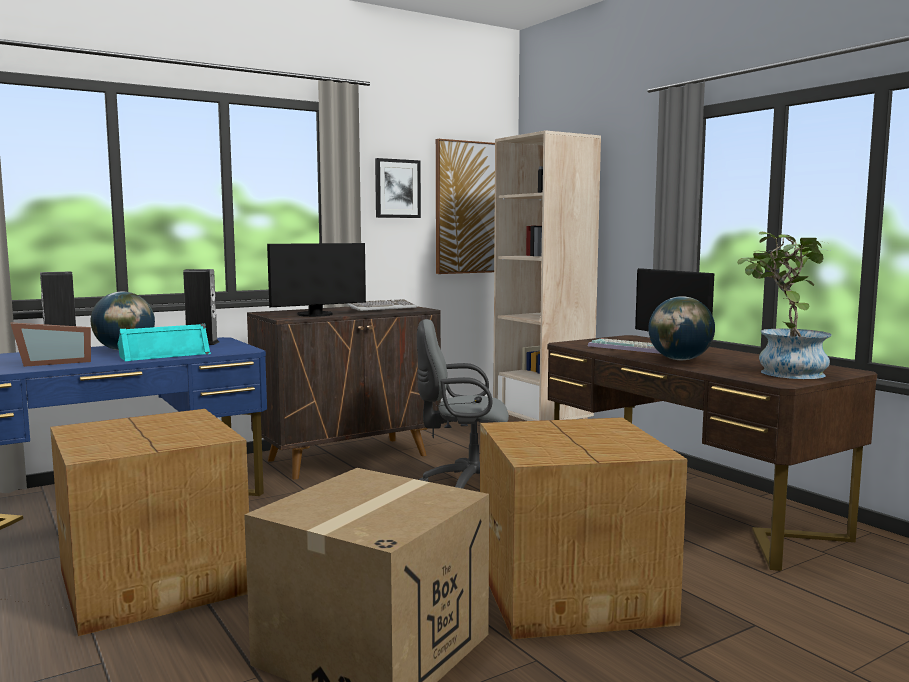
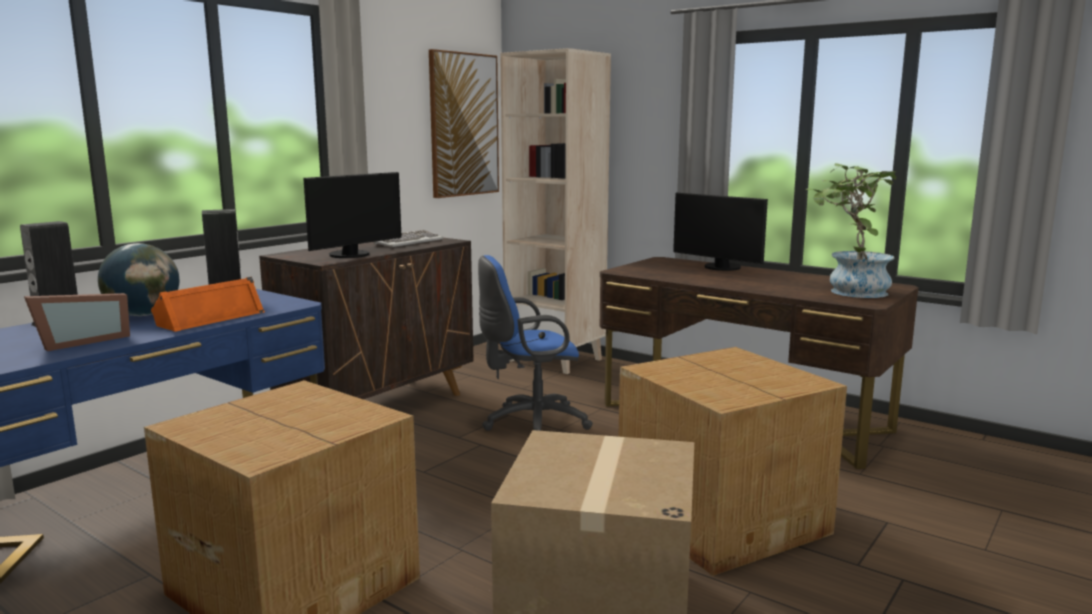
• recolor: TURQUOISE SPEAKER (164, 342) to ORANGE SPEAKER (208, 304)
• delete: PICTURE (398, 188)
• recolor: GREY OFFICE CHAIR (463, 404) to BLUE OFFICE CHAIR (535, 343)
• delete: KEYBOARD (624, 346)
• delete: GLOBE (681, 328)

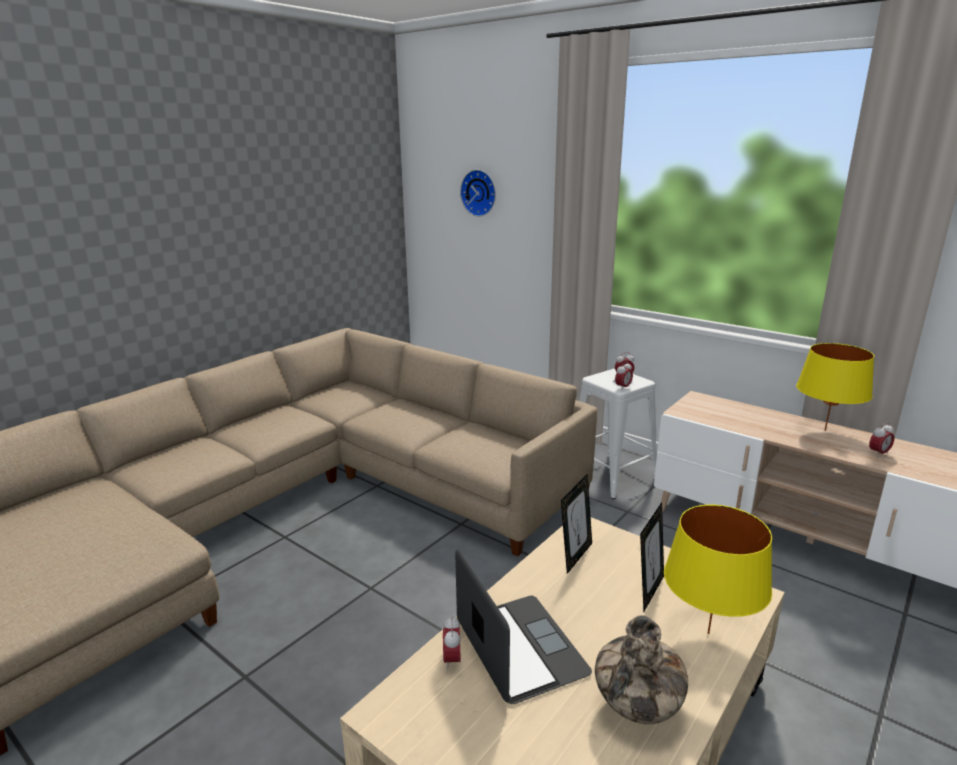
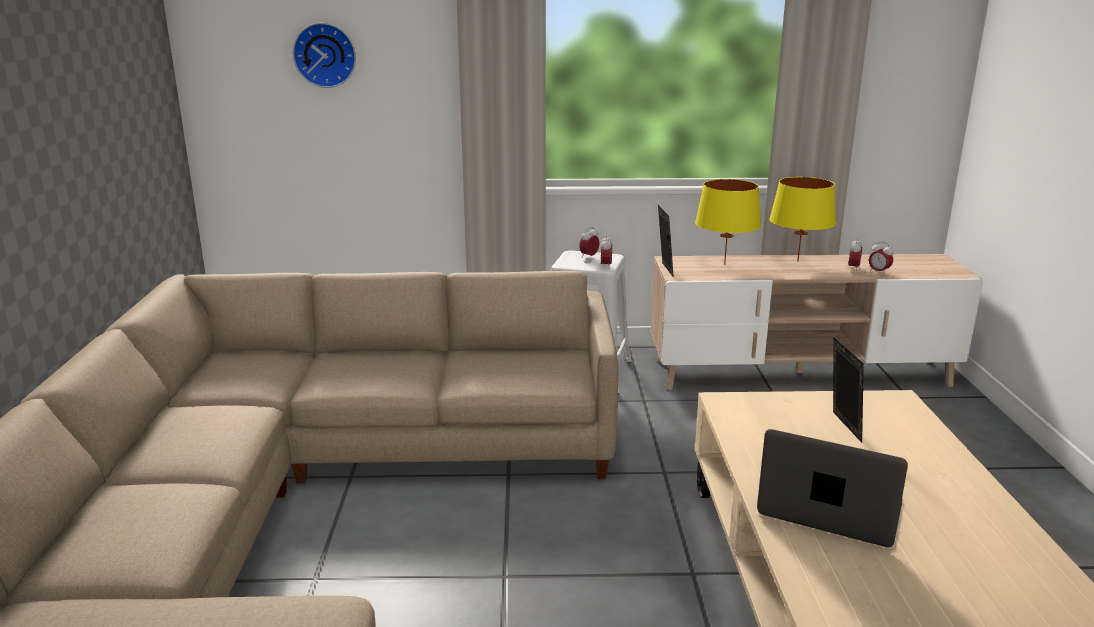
• move: ALARM CLOCK (452, 643) to (881, 258)
• move: PICTURE FRAME (576, 524) to (666, 241)
• delete: VASE (641, 670)
• move: YELLOW TABLE LAMP (718, 569) to (728, 222)

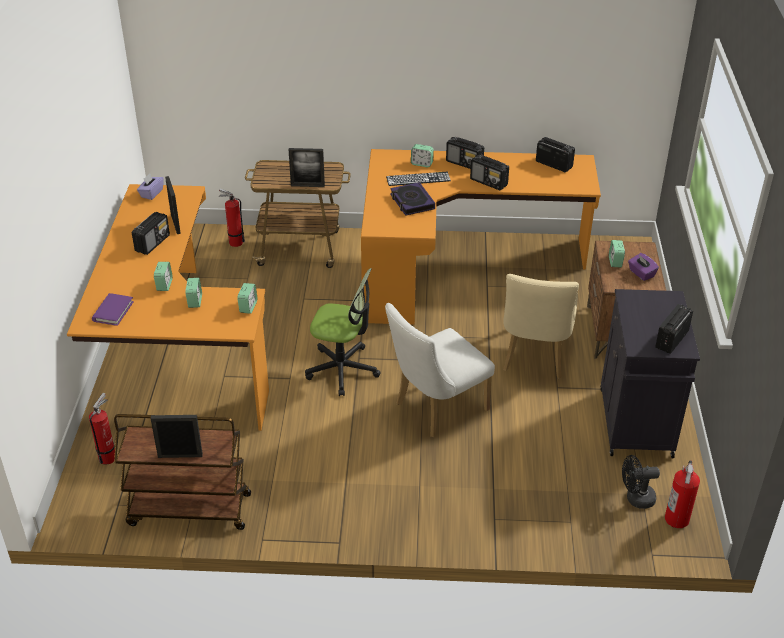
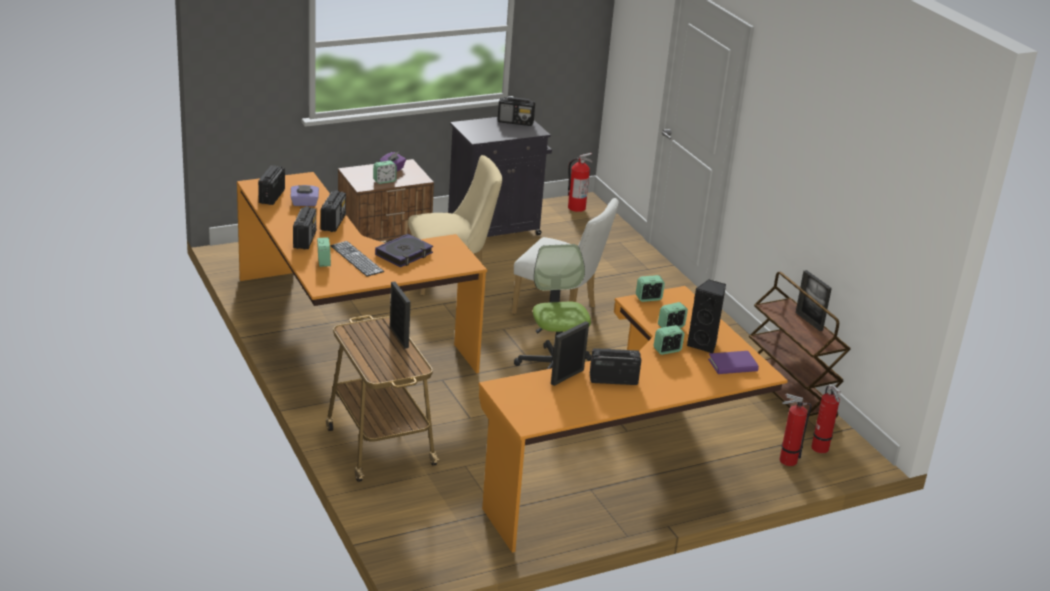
• move: PURPLE TISSUE BOX (150, 187) to (305, 195)
• move: FIRE EXTINGUISHER (232, 217) to (826, 419)
• delete: BLACK FAN (641, 482)
• insert: BLACK SPEAKER (706, 316)

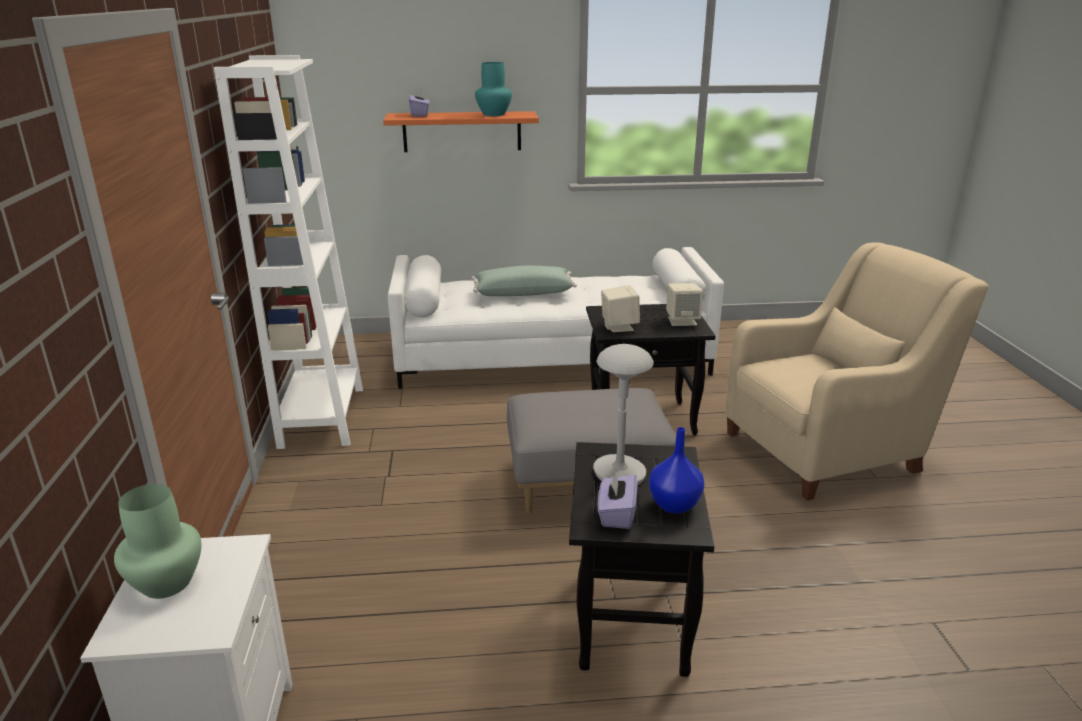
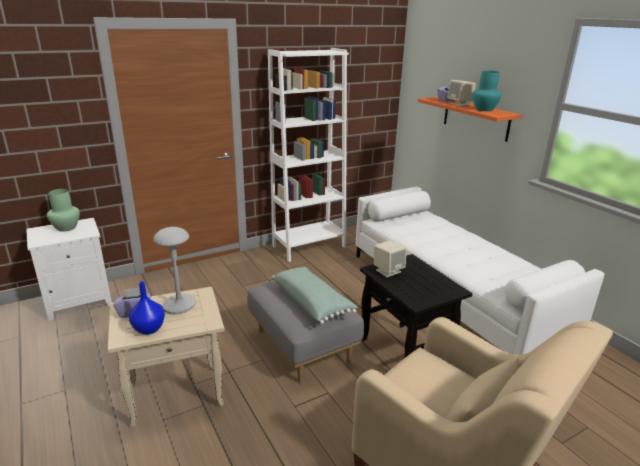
• move: GREEN PILLOW (524, 281) to (315, 295)
• recolor: BLACK SIDE TABLE (641, 559) to BEIGE SIDE TABLE (166, 357)
• move: BEIGE SPEAKER (684, 304) to (461, 93)

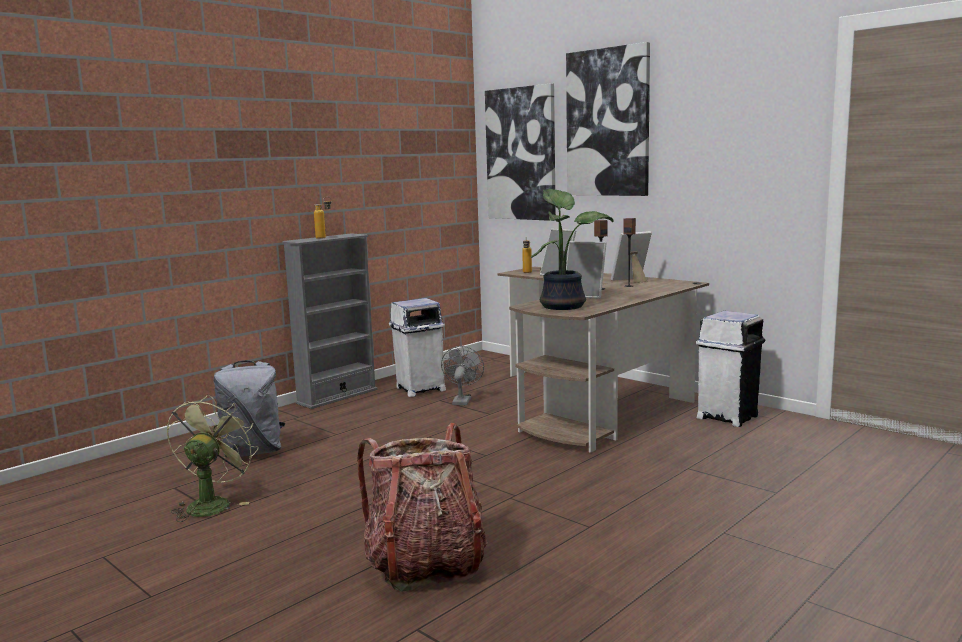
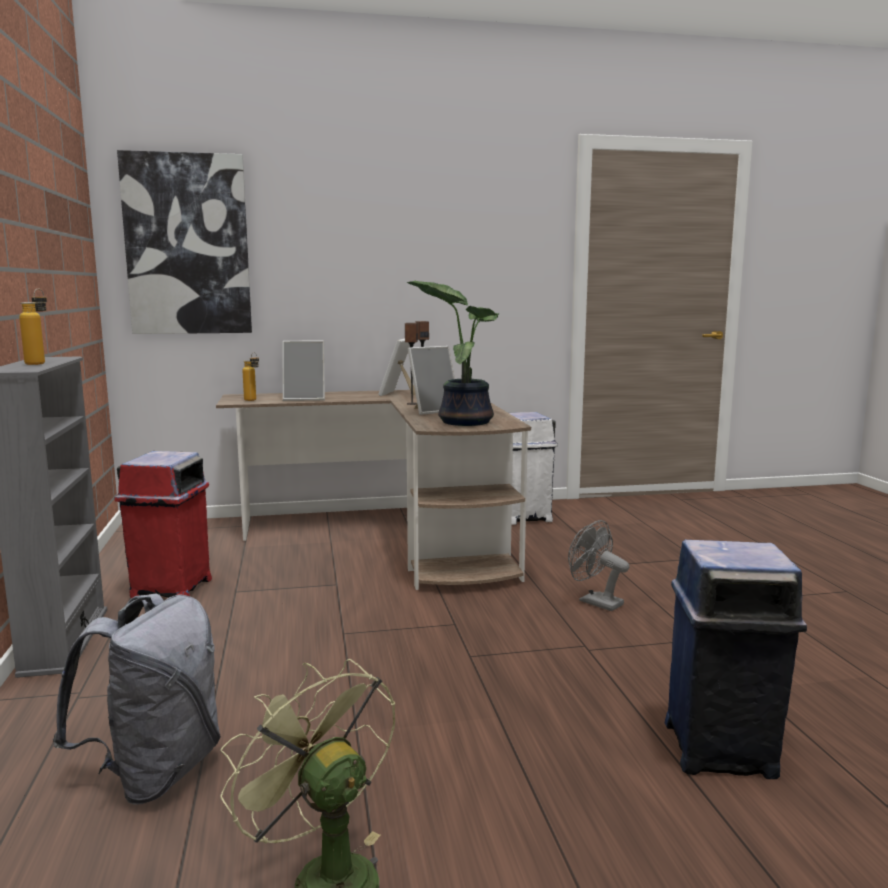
• replace: BACKPACK (422, 507) to BLUE TRASH CAN (736, 659)
• recolor: WHITE TRASH CAN (417, 347) to RED TRASH CAN (163, 524)
• move: GREY FAN (462, 375) to (598, 565)
• delete: PICTURE (608, 119)

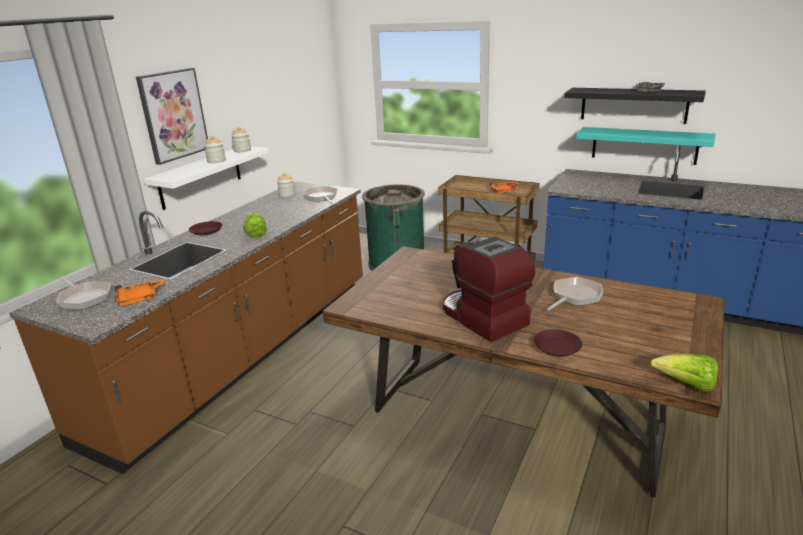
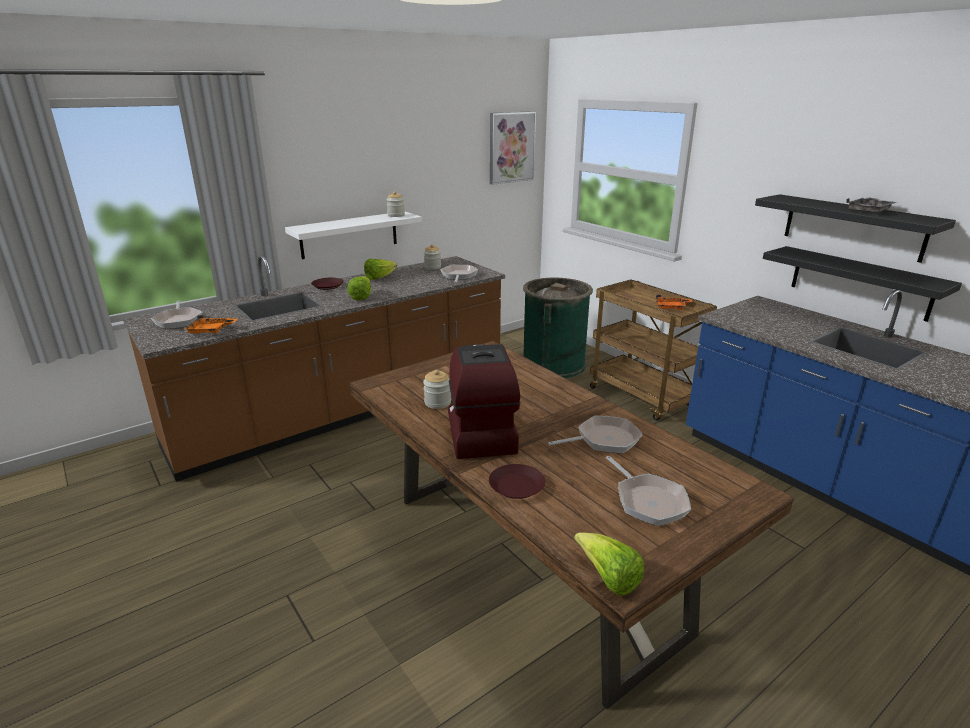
• move: PICTURE (172, 116) to (513, 148)
• move: JAR (215, 149) to (437, 389)
• recolor: TURQUOISE SHELF (645, 146) to BLACK SHELF (862, 284)
• insert: LETTUCE (380, 269)
• insert: FRYING PAN (648, 491)

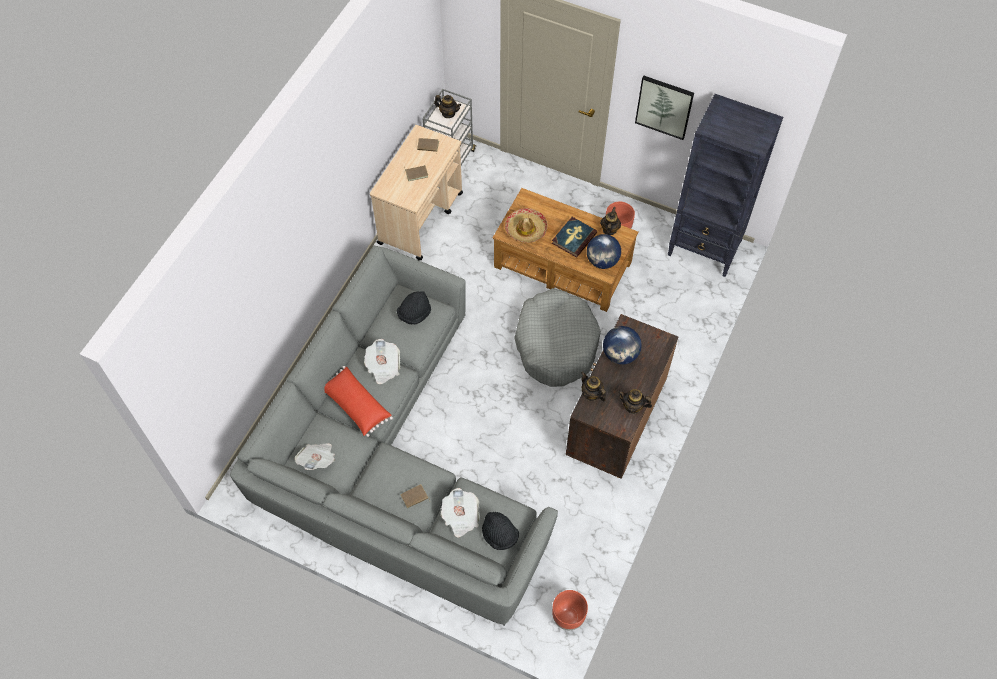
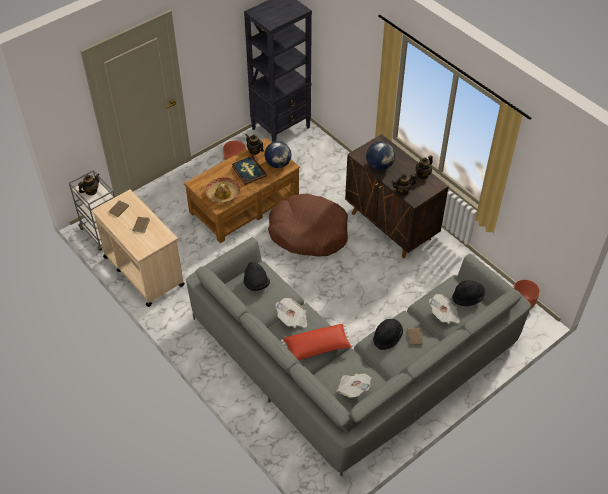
• recolor: GREY DOG BED (557, 337) to BROWN DOG BED (308, 225)
• delete: PICTURE (664, 108)
• insert: BLACK HAT (388, 334)

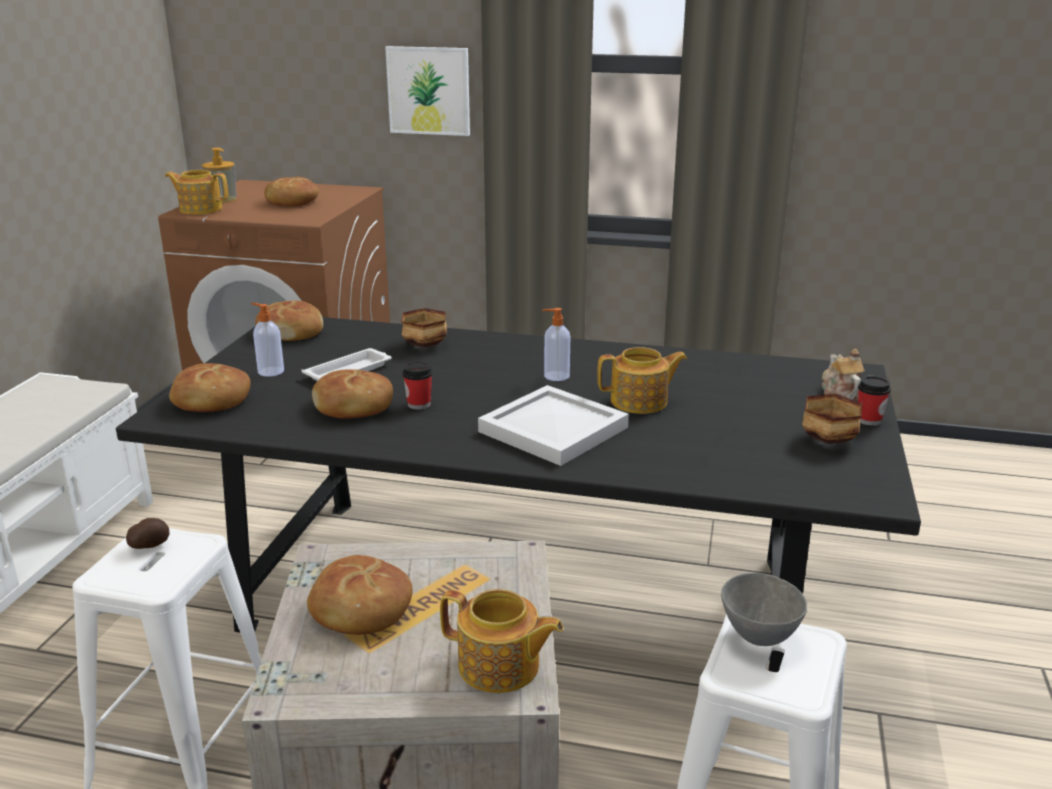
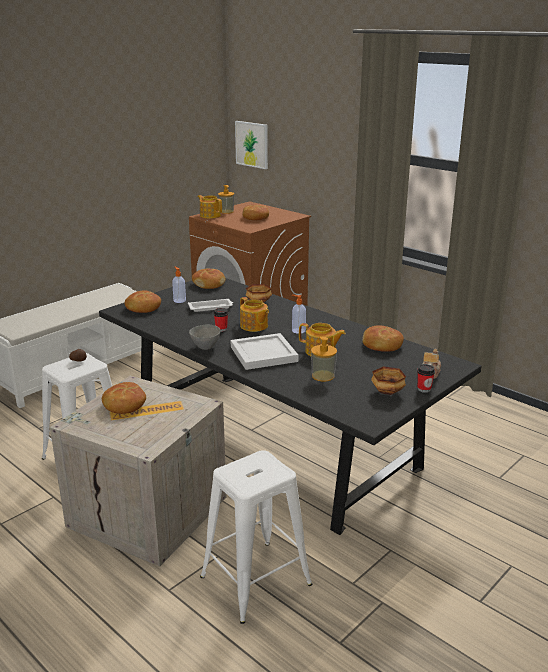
• move: BREAD (352, 394) to (383, 338)
• move: PICTURE (427, 91) to (251, 145)
• move: TEAPOT (501, 641) to (254, 314)
• move: GREY BOWL (764, 609) to (205, 337)
• insert: SOAP DISPENSER (324, 359)

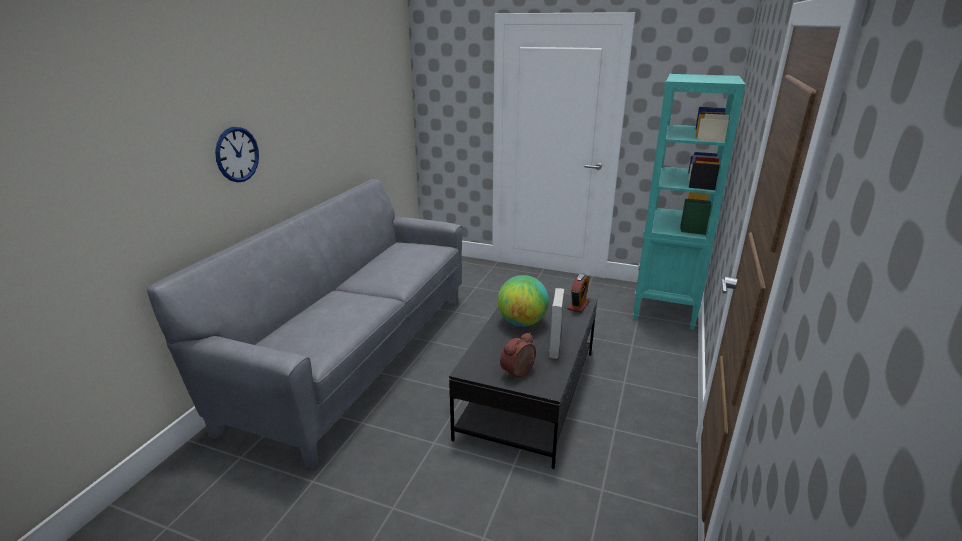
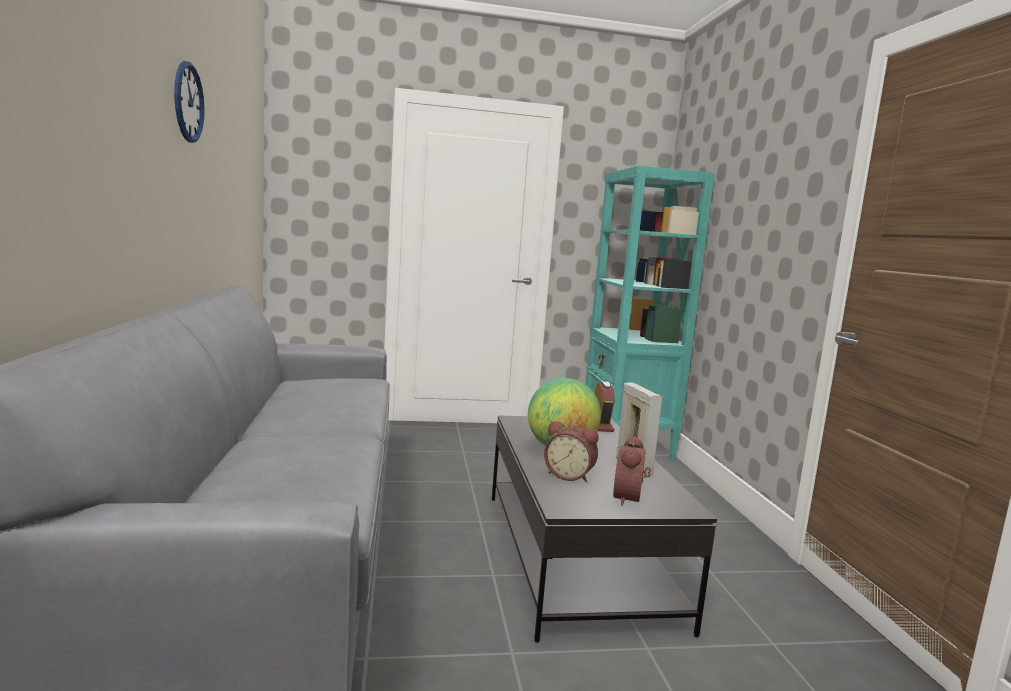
• move: WALL CLOCK (237, 154) to (189, 102)
• insert: ALARM CLOCK (571, 452)

